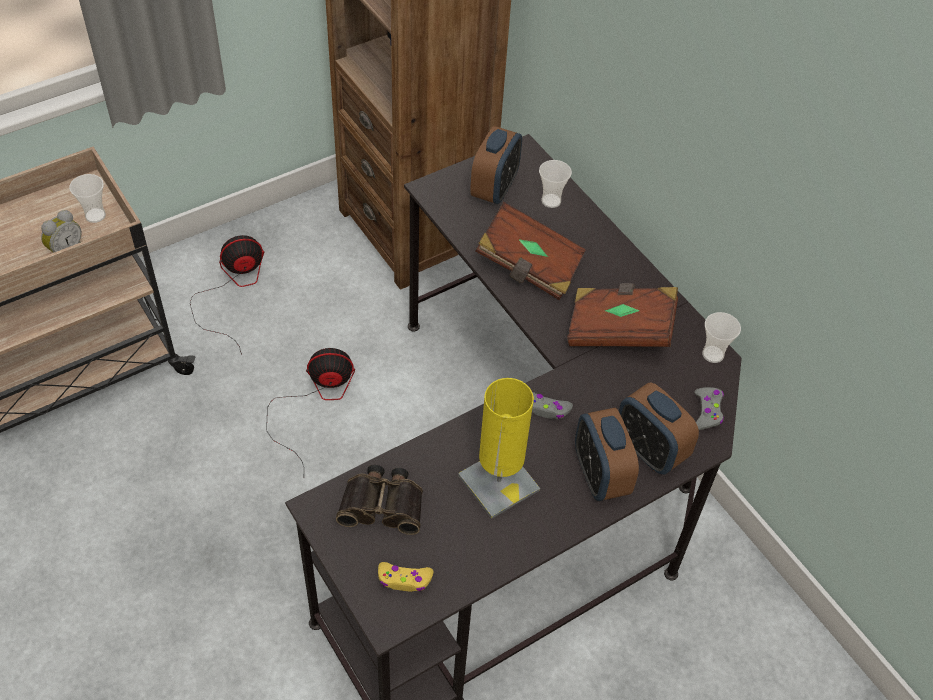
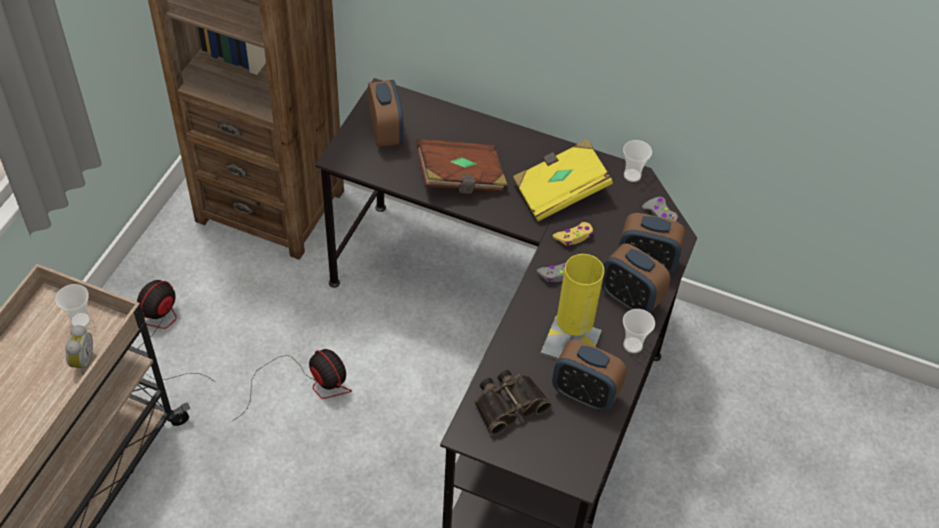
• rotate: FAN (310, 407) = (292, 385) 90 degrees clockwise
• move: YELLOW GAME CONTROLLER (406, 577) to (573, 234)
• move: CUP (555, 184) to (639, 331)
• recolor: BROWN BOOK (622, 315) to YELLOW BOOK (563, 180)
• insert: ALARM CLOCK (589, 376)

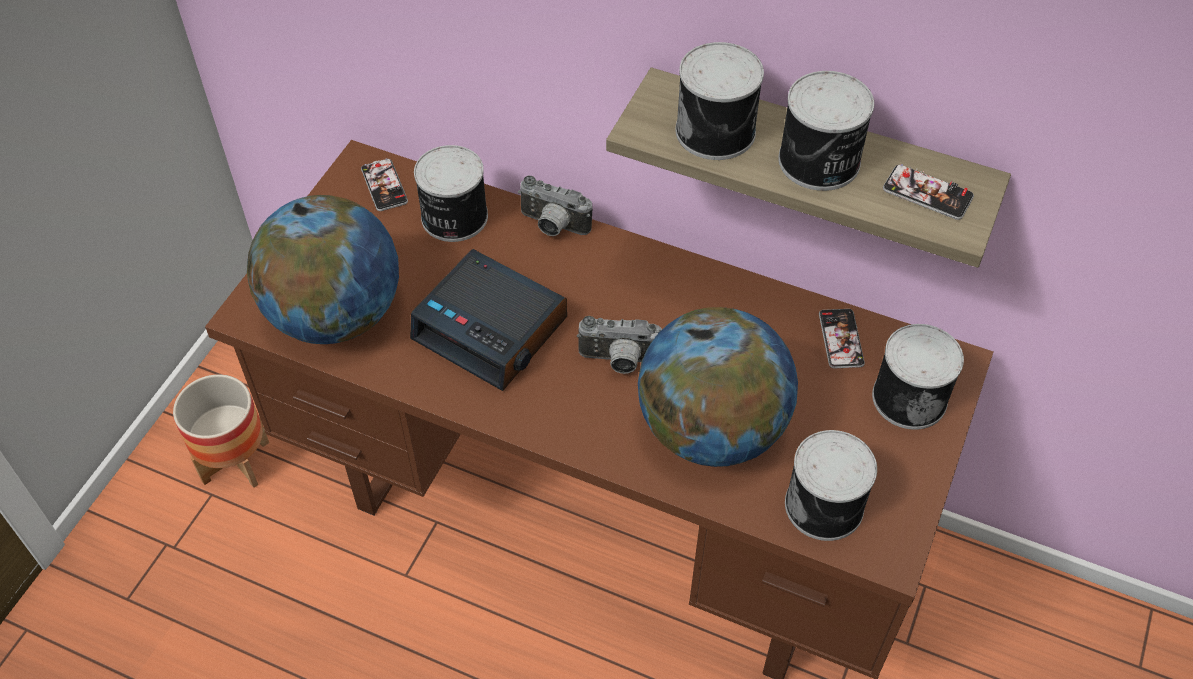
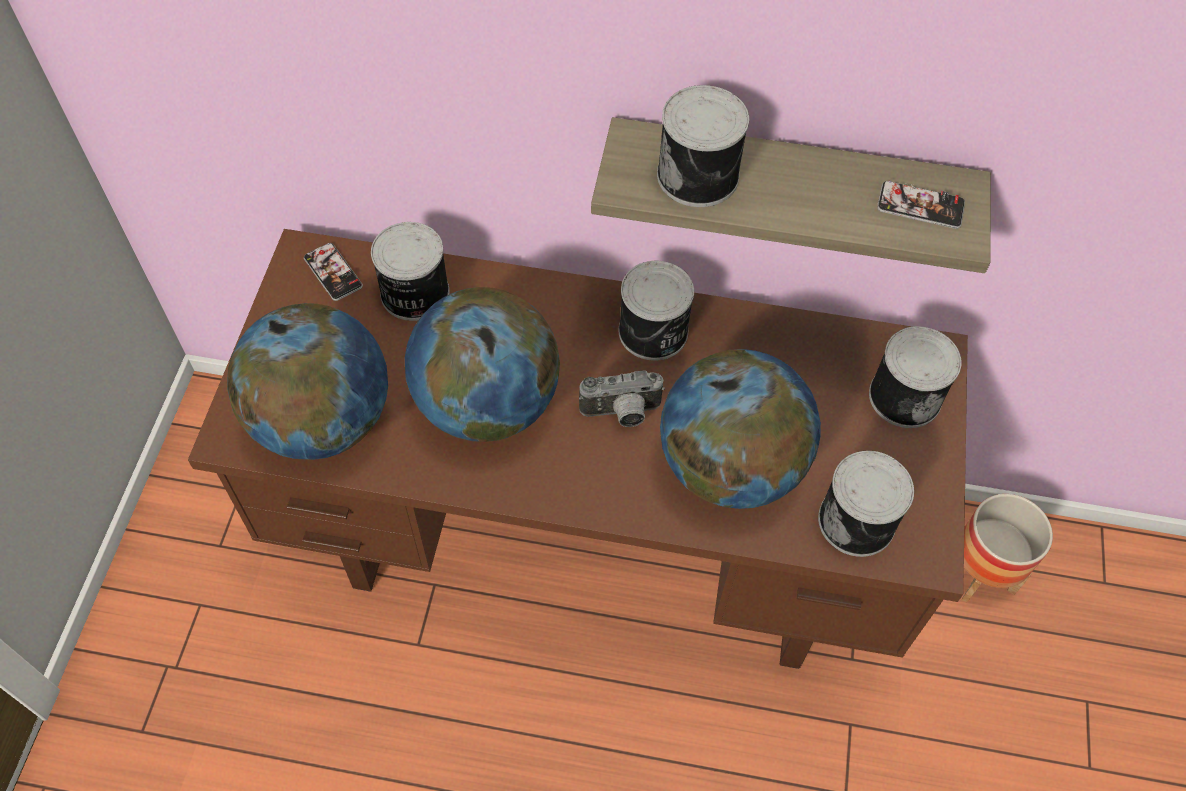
• move: PLANTER (221, 431) to (1007, 548)
• replace: ALARM CLOCK (488, 320) to GLOBE (482, 364)
• delete: PHOTO CAMERA (555, 206)
• move: CAN (826, 131) to (656, 311)
• delete: PHONE (842, 339)

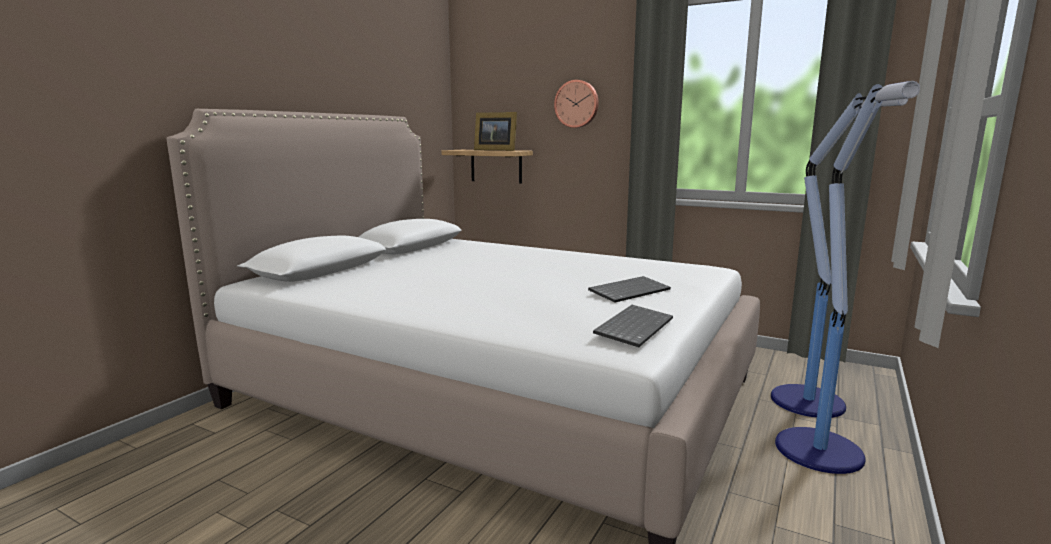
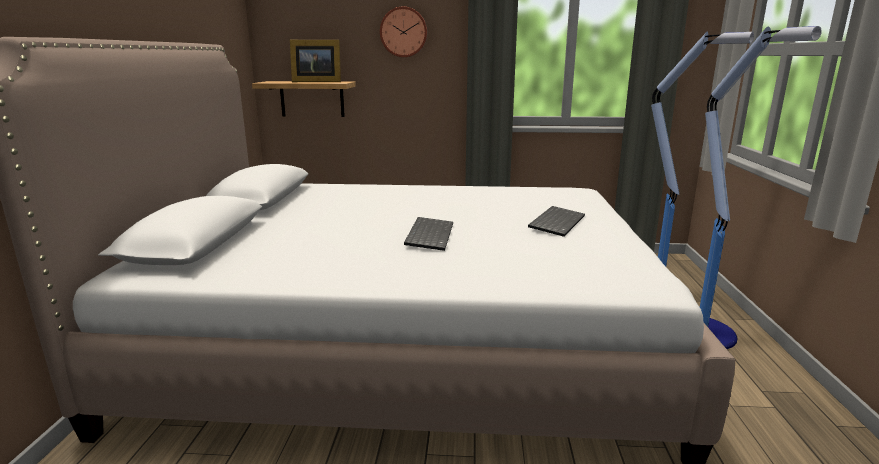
• move: KEYBOARD (633, 326) to (428, 234)

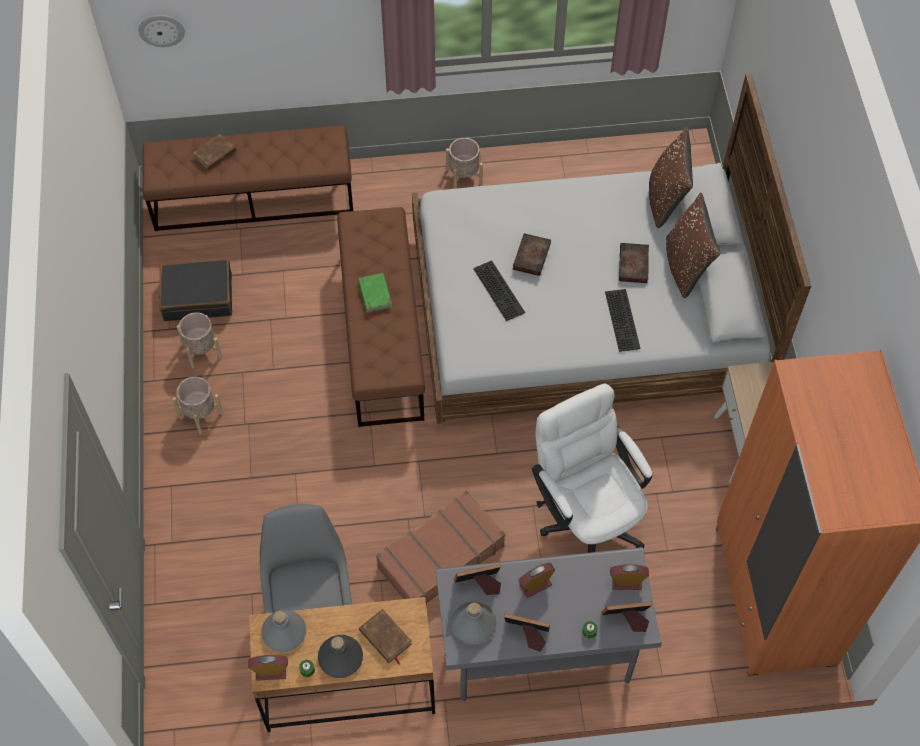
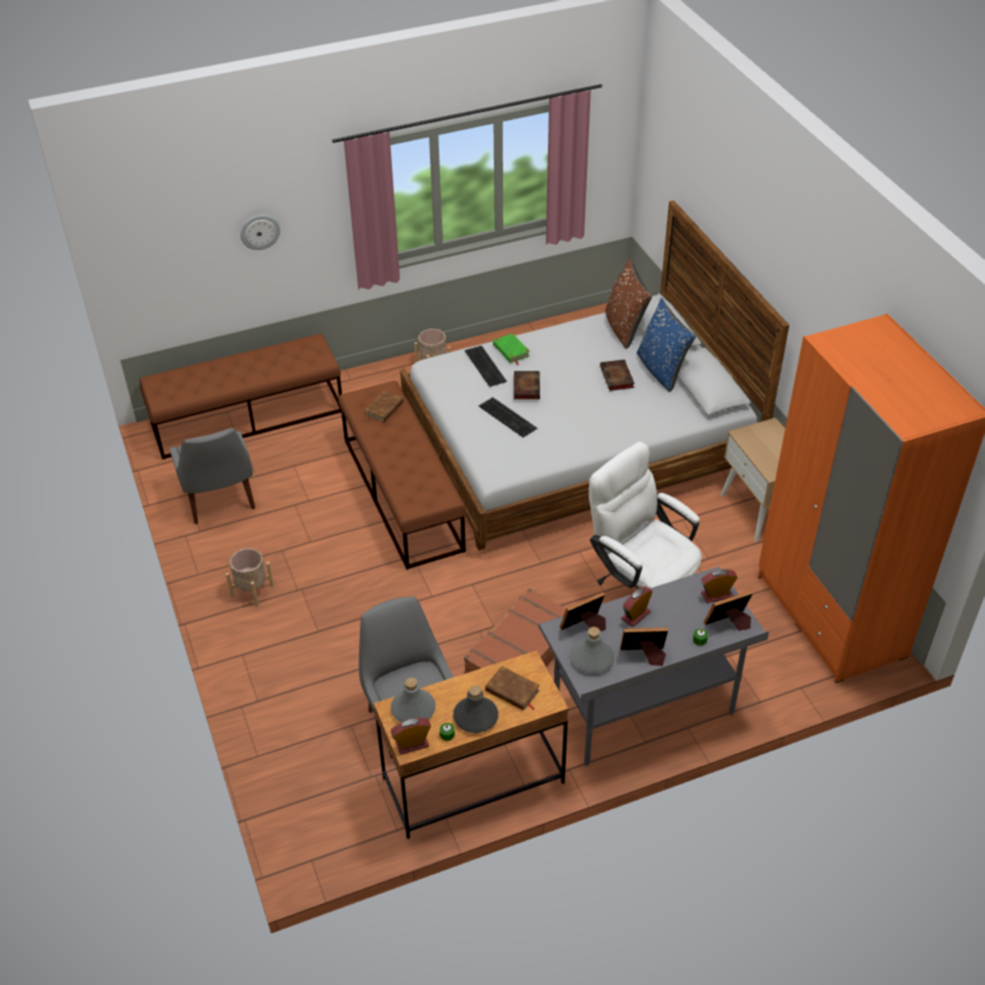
• move: WALL CLOCK (162, 31) to (260, 232)
• replace: BLACK SUITCASE (195, 290) to GREY CHAIR (212, 476)
• delete: BEIGE PLANTER (199, 340)
• move: BROWN BOOK (215, 152) to (384, 406)
• move: GREEN BOOK (375, 295) to (511, 349)
• move: KEYBOARD (623, 320) to (486, 366)
• recolor: BROWN PILLOW (693, 245) to BLUE PILLOW (666, 345)

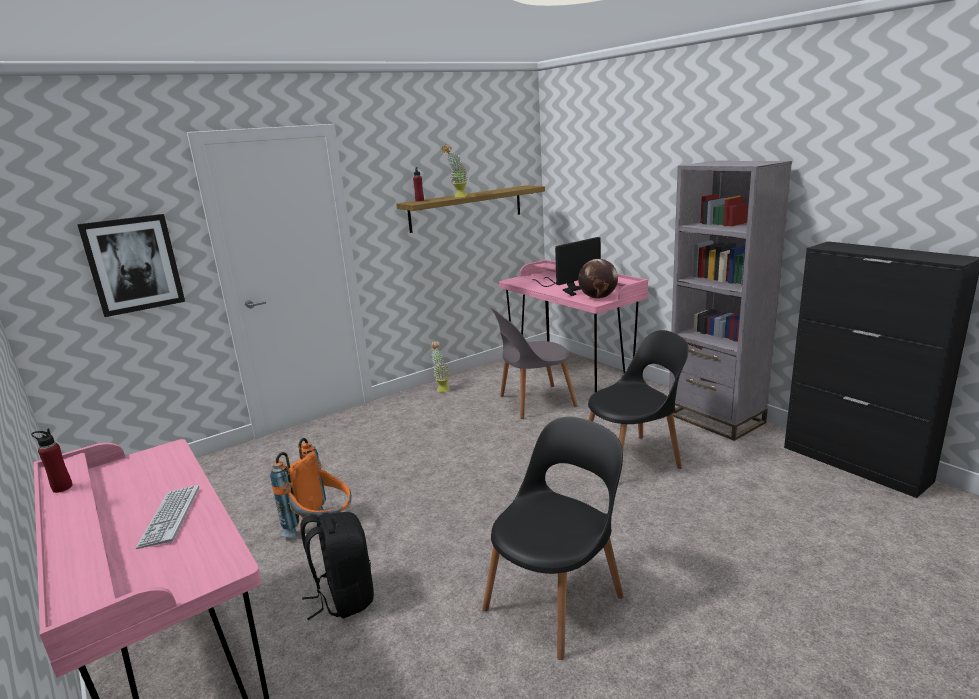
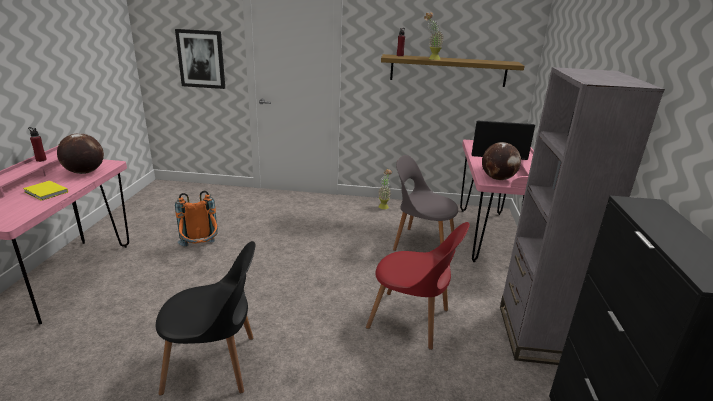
• replace: KEYBOARD (167, 517) to YELLOW BOOK (45, 191)
• delete: BLACK BACKPACK (337, 566)
• recolor: BLACK CHAIR (638, 399) to RED CHAIR (418, 286)
• insert: GLOBE (80, 153)

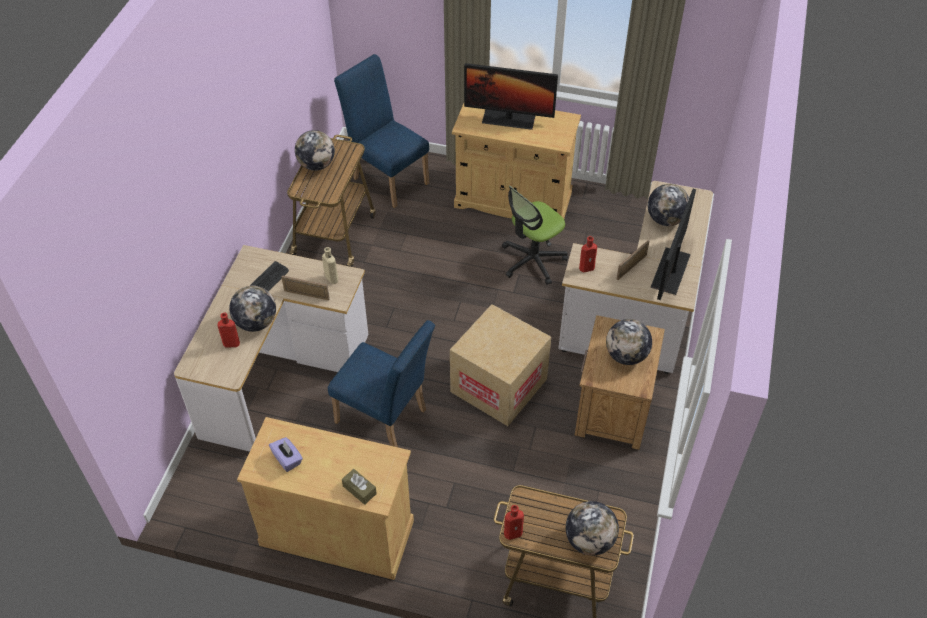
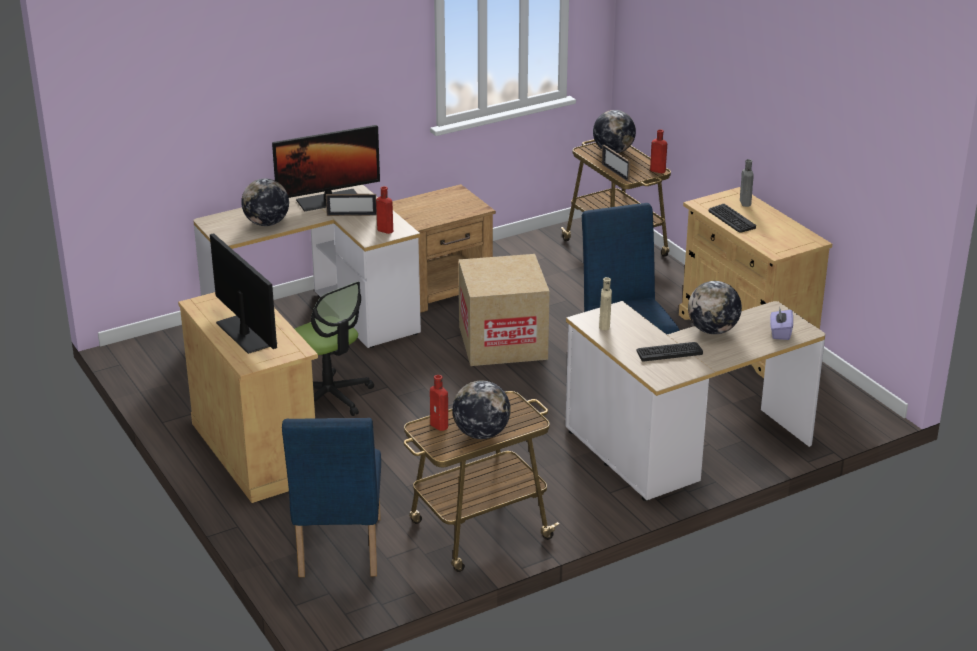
• move: RED BOTTLE (229, 330) to (439, 403)
• move: PURPLE TISSUE BOX (286, 454) to (781, 323)
• move: PICTURE FRAME (305, 288) to (616, 163)
• replace: BROWN TISSUE BOX (359, 487) to GREY BOTTLE (747, 183)
• rotate: OFFICE CHAIR (535, 235) = (334, 348) 45 degrees clockwise
• delete: GLOBE (629, 342)
• insert: KEYBOARD (732, 218)

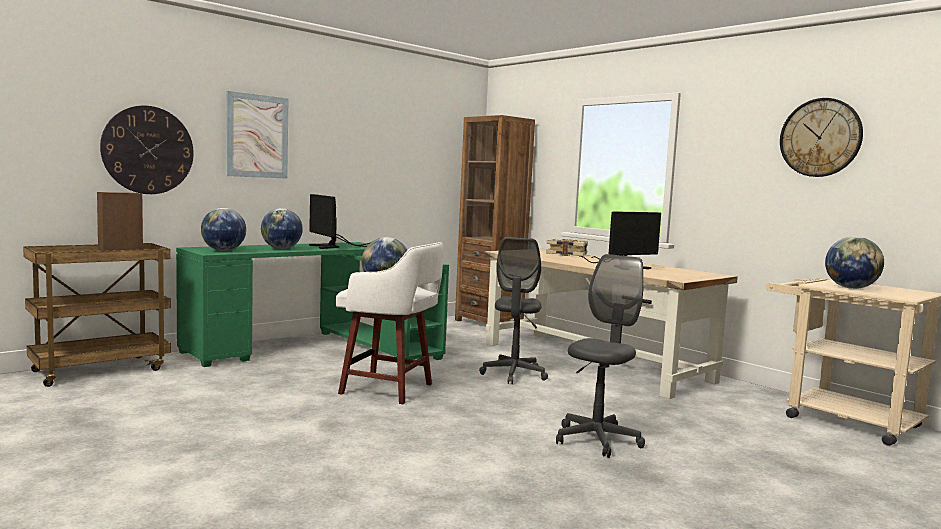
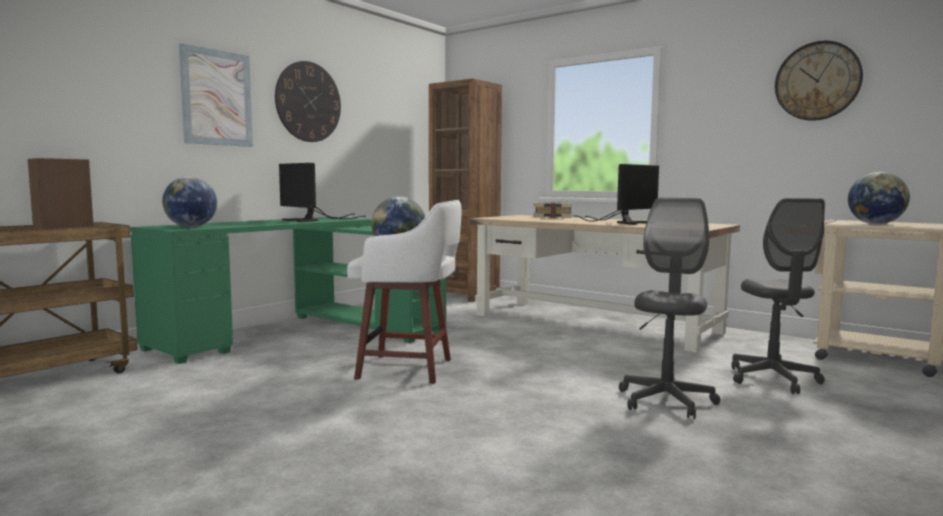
• move: WALL CLOCK (147, 150) to (308, 101)
• delete: GLOBE (282, 228)
• move: GREY OFFICE CHAIR (513, 310) to (778, 296)

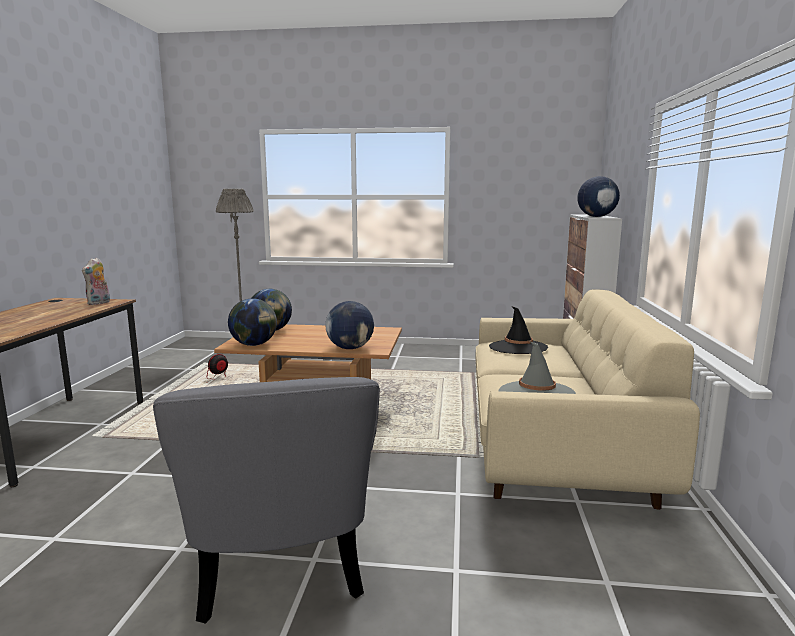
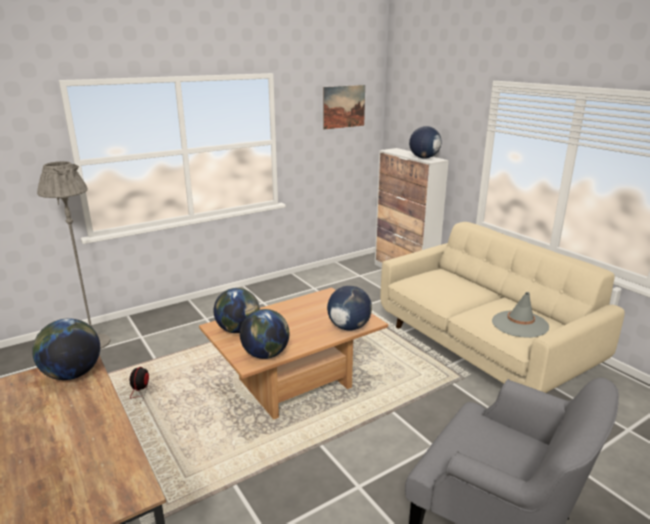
• replace: PLUSH TOY (96, 281) to GLOBE (66, 349)
• delete: BLACK HAT (518, 330)
• insert: PICTURE (344, 107)

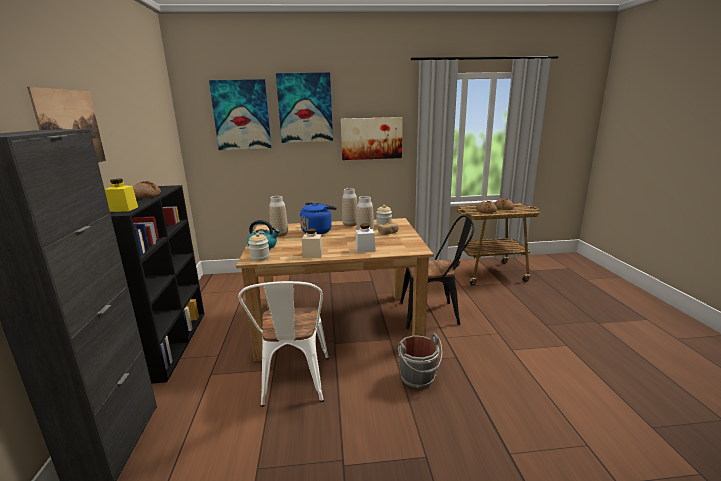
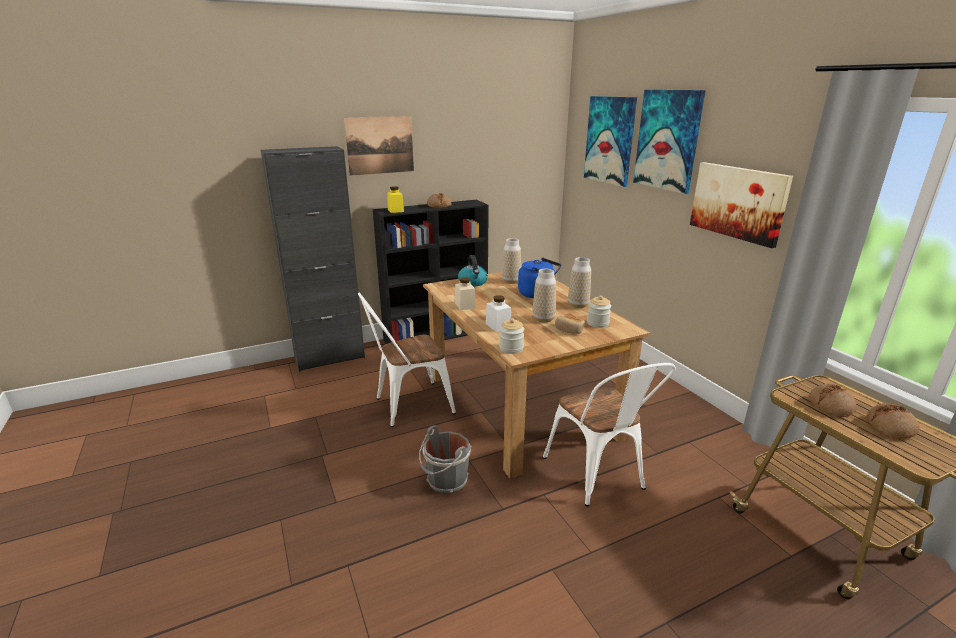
• move: JAR (259, 247) to (511, 336)
• recolor: BLACK CHAIR (437, 272) to WHITE CHAIR (609, 435)

